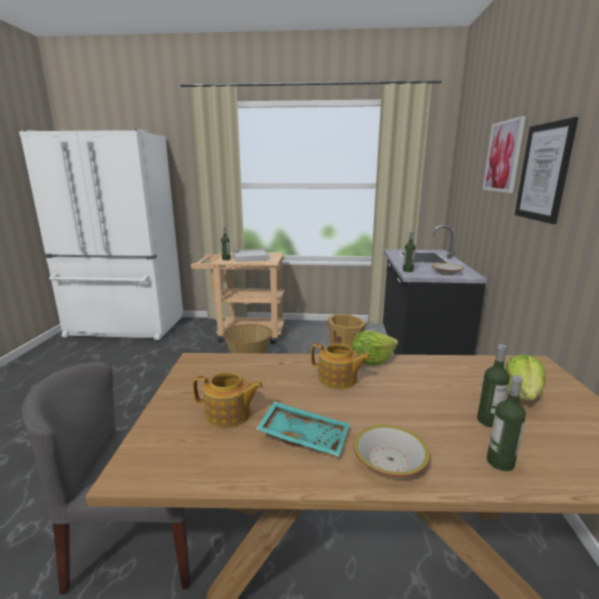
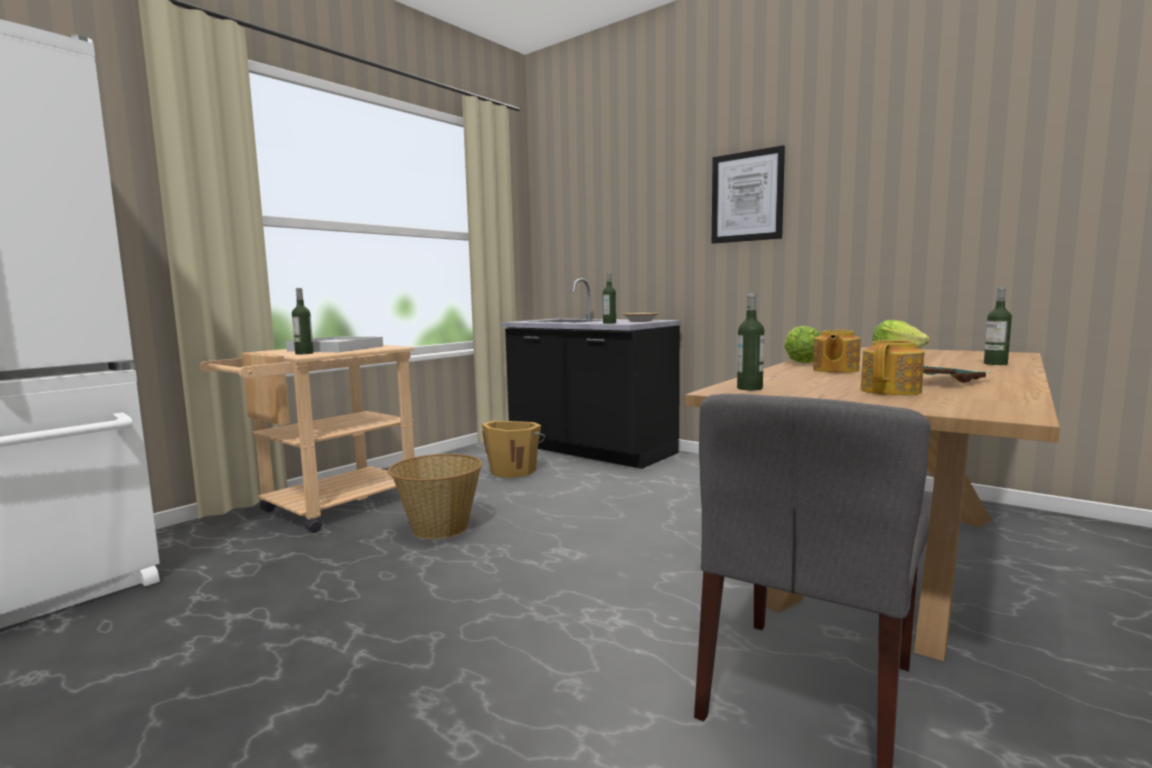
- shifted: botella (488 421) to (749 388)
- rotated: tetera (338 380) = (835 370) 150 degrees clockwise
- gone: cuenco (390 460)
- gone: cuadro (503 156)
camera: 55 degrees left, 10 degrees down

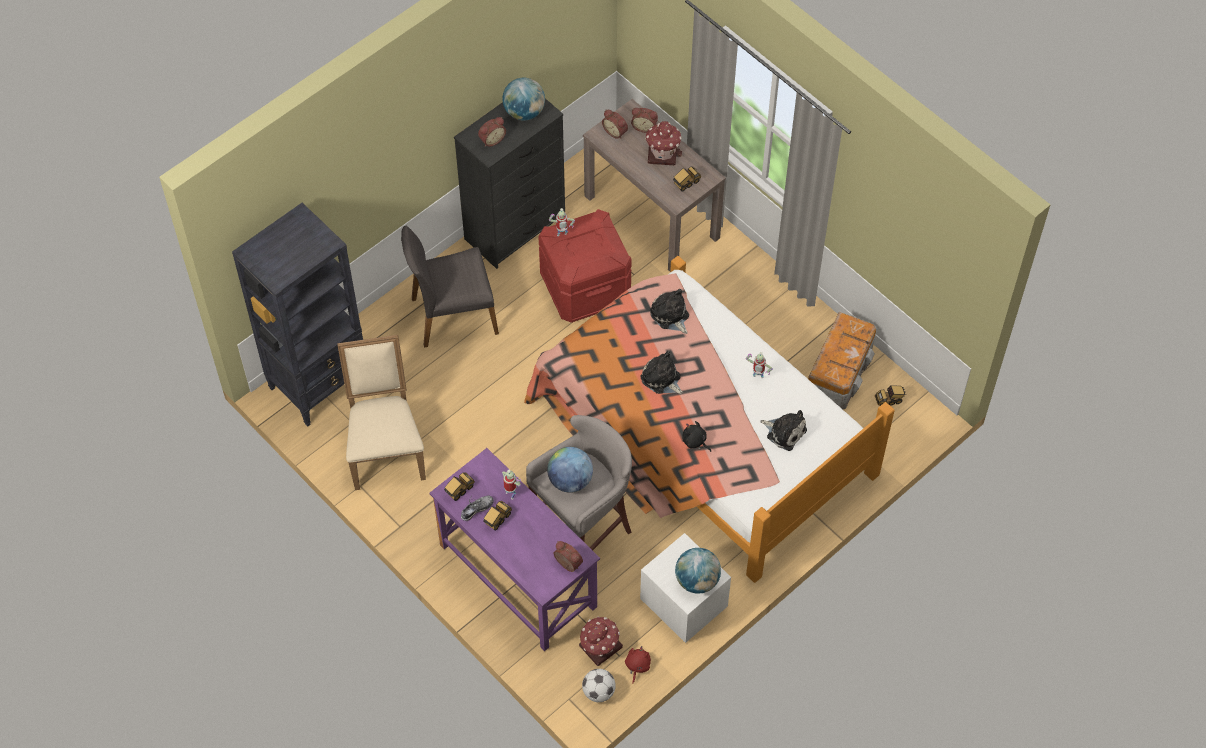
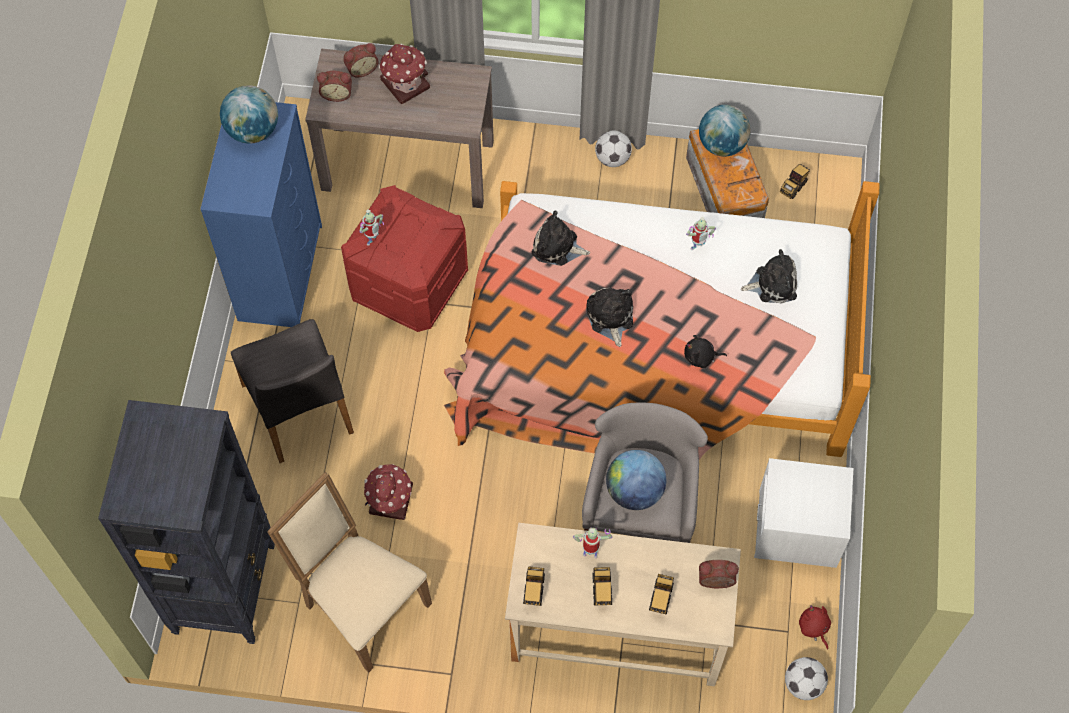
- repainted: cómoda (negro) (515 227) to cómoda (azul) (280 271)
- rotated: silla (gris) (453 315) = (299 408) 60 degrees counterclockwise
- shifted: casita (599 647) to (390 500)
- repainted: escritorio (morado) (517 576) to escritorio (beis) (617 631)
- rotated: peluche (662 379) = (610 318) 75 degrees clockwise
- new: balón de fútbol (612 158)
- shifted: camión de juguete (686 183) to (660 599)
- shifted: globo terráqueo (697 580) to (722 145)
- gone: zapato (477 509)
- gone: despertador (491 139)
camera: 40 degrees left, 5 degrees up

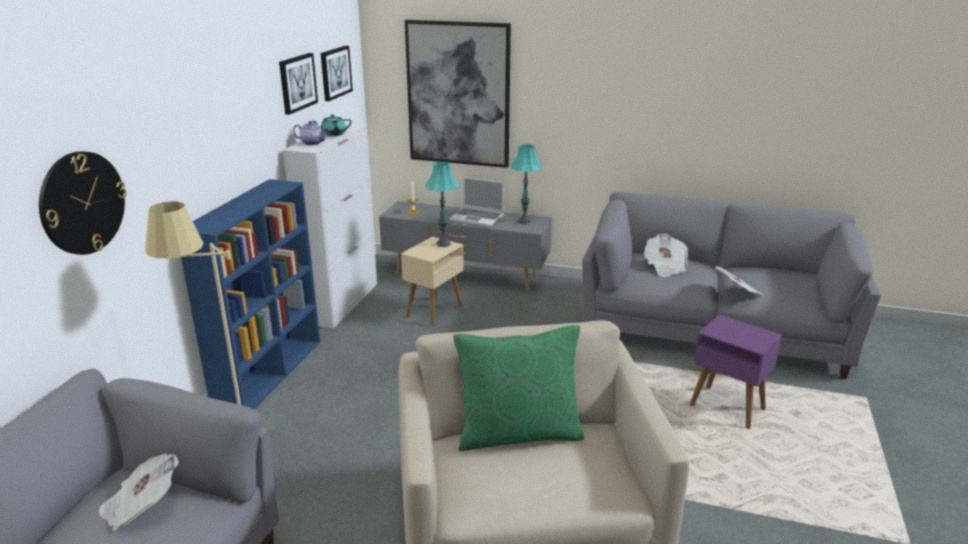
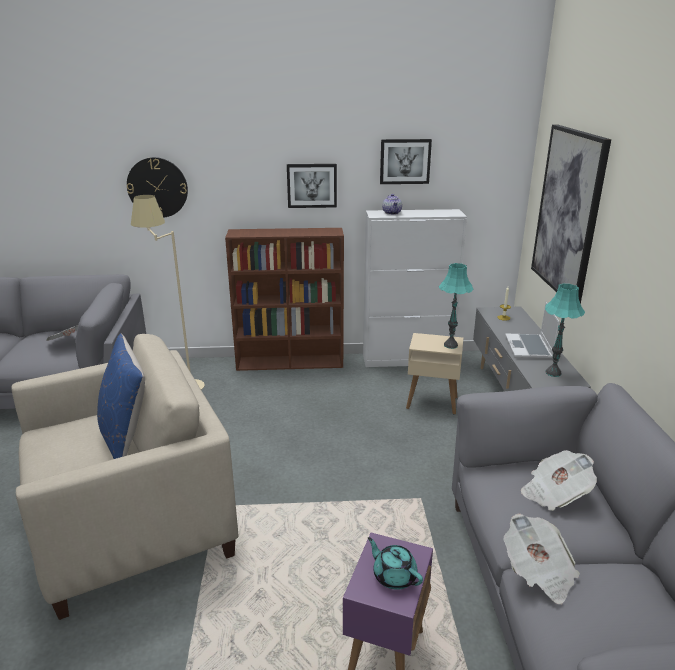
- repainted: cojín (verde) (518 433) to cojín (azul) (127 436)
- repainted: estantería (azul) (270 373) to estantería (marrón) (291 362)
- shifted: cuadro (335 72) to (312 185)
- shifted: tetera (turquesa) (333 134) to (394 576)
camera: 70 degrees right, 0 degrees up

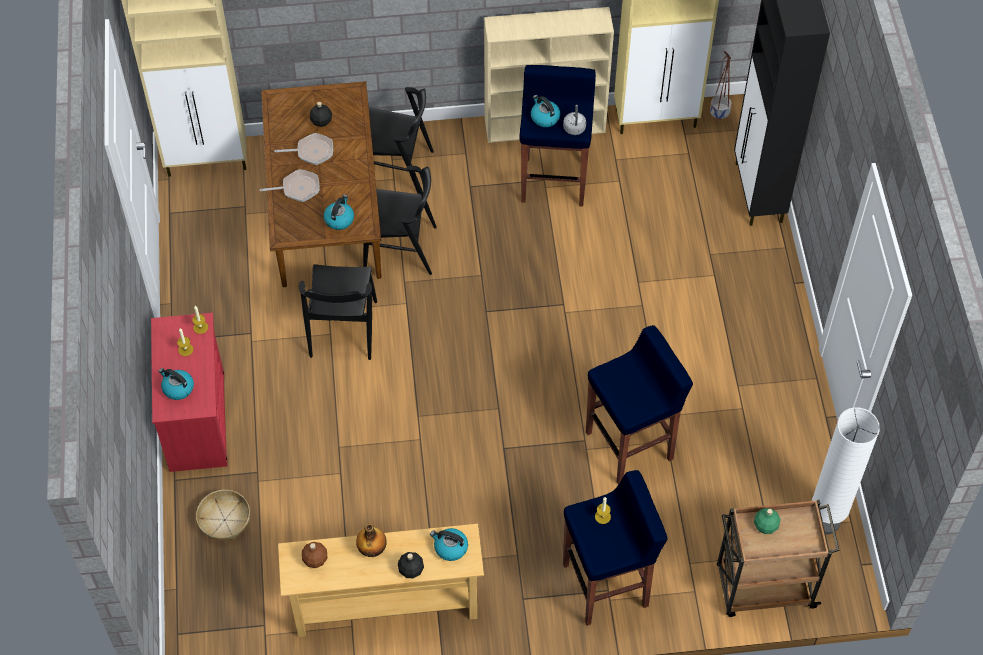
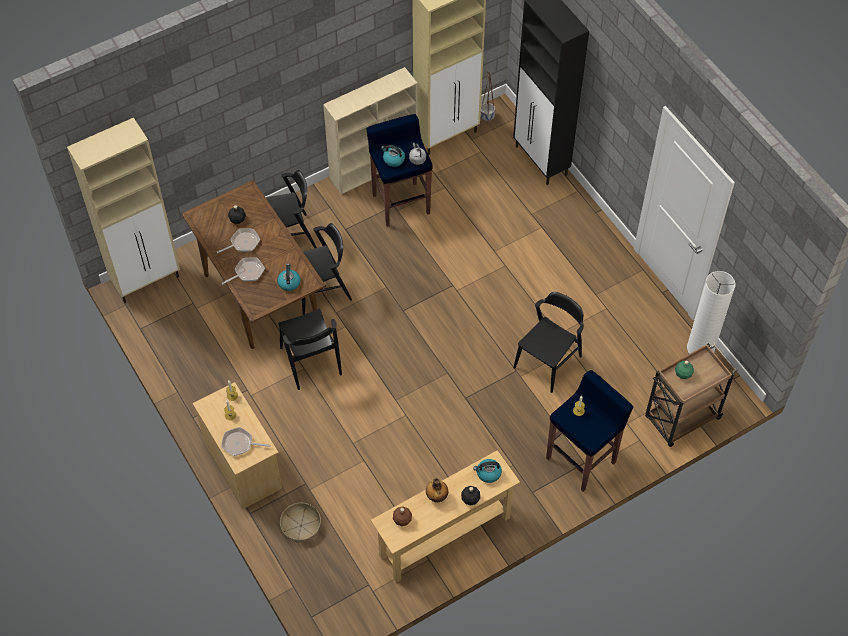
- repainted: cómoda (rojo) (197 420) to cómoda (beis) (243 465)
- swapped: hervidor (177 388) to sartén (240 444)
- swapped: taburete (azul) (630 445) to silla (negro) (548 362)
camera: 25 degrees left, 0 degrees up

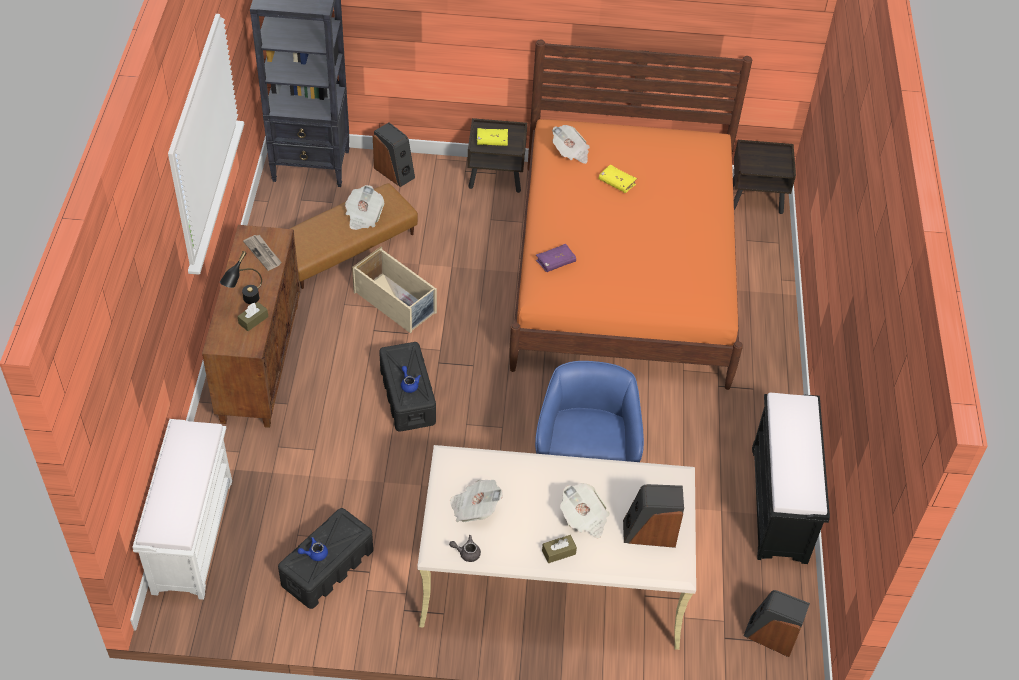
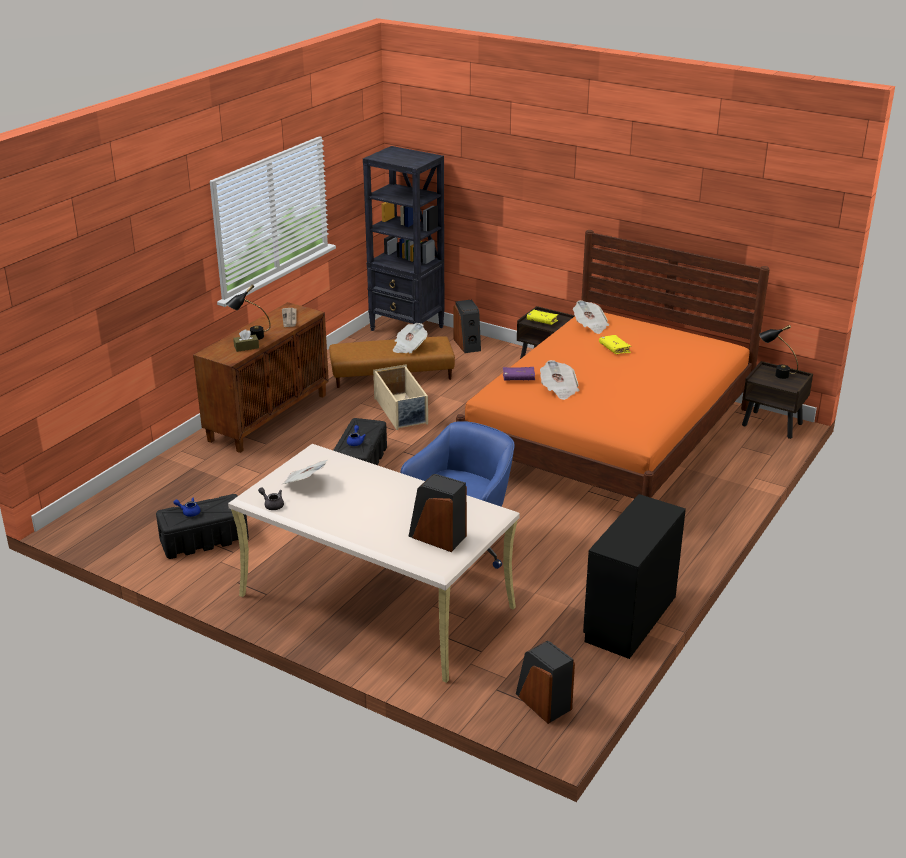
- shifted: periódico (584 518) to (559 390)
- swapped: banco (negro) (780 505) to cómoda (negro) (629 618)
- new: lámpara de mesa (negro) (775 374)
- gone: banco (blanco) (192 534)
- gone: caja de pañuelos (marrón) (558 552)
camera: 30 degrees right, 20 degrees down

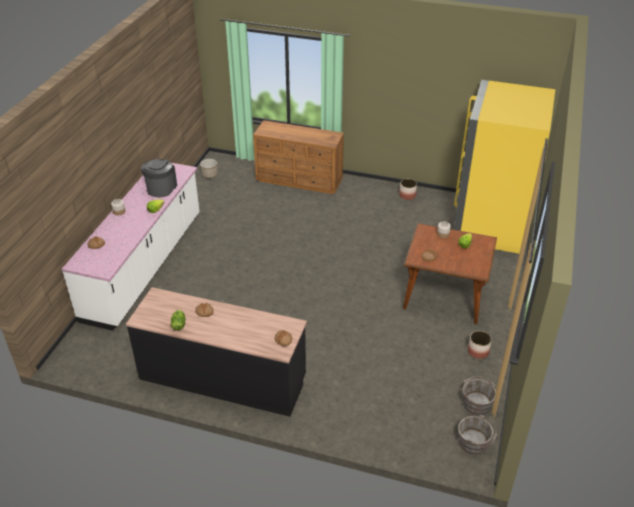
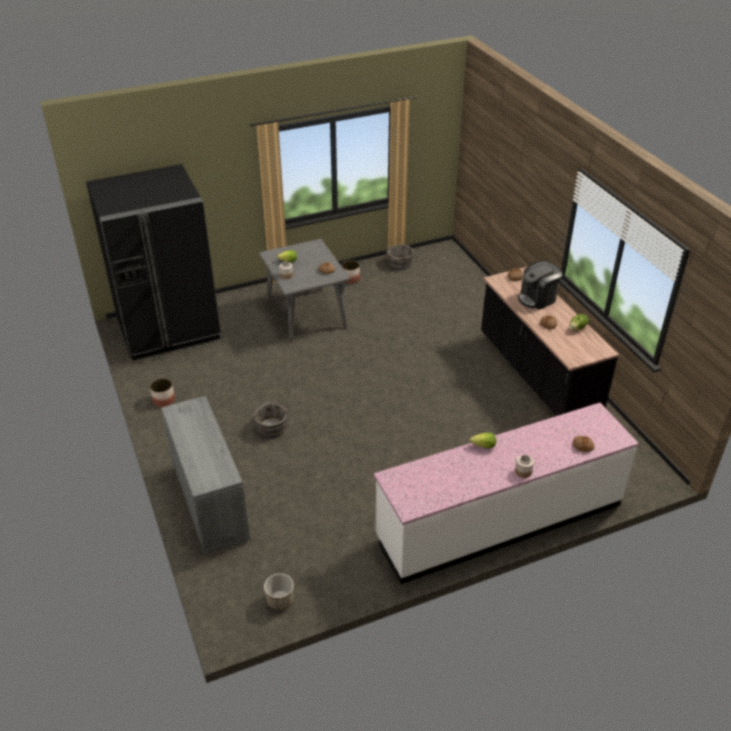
- repainted: nevera (amarillo) (491 224) to nevera (negro) (168 329)
- repainted: cómoda (marrón) (299 180) to cómoda (gris) (210 501)
- shifted: cubo (gris) (475 442) to (271 426)
- repainted: mesa de comedor (marrón) (444 296) to mesa de comedor (gris) (306 315)
- shifted: cafetera (161 188) to (537 298)
camera: 130 degrees left, 0 degrees up

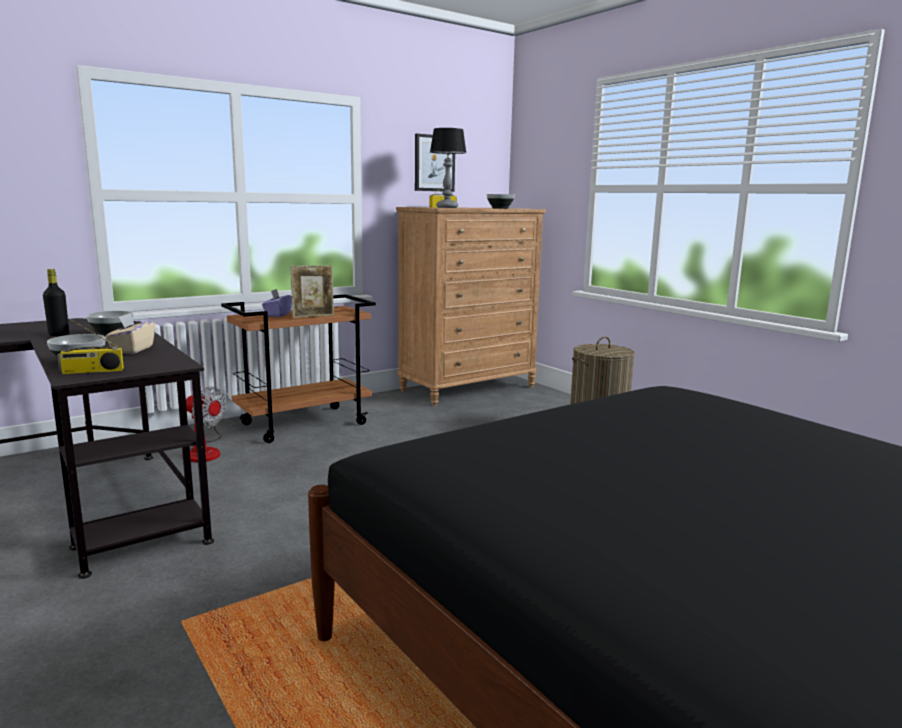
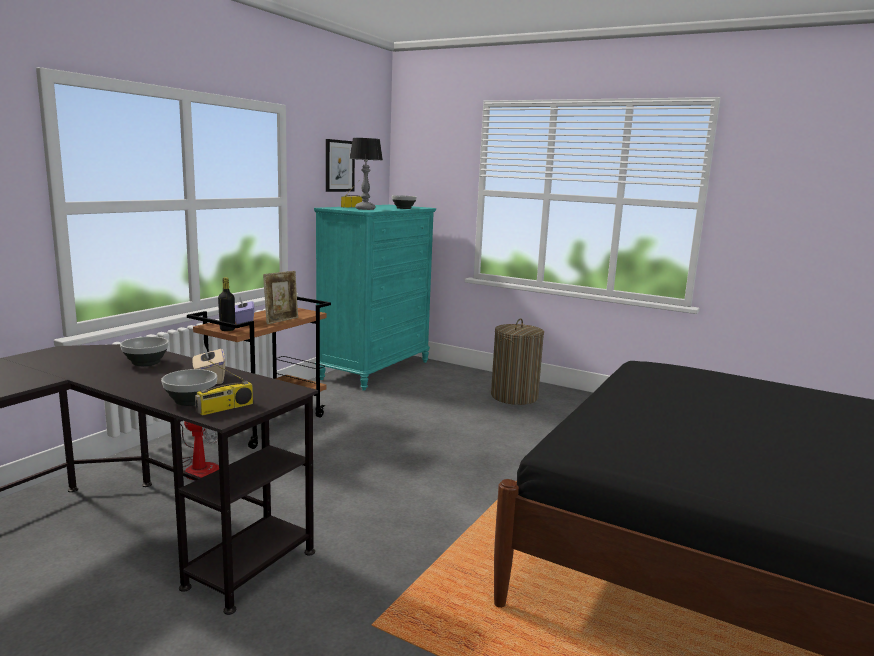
- shifted: botella (negro) (59 334) to (227 329)
- repainted: cómoda (marrón) (468 388) to cómoda (turquesa) (375 370)
camera: 25 degrees left, 0 degrees up

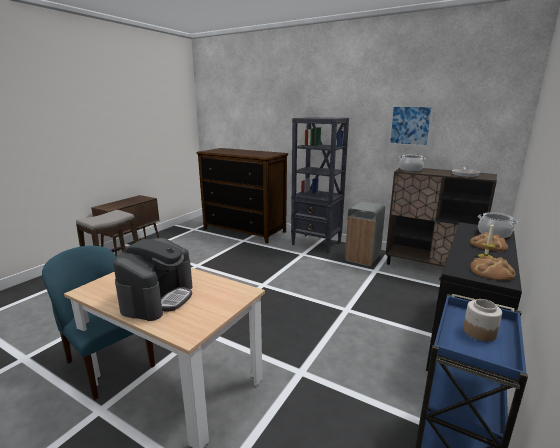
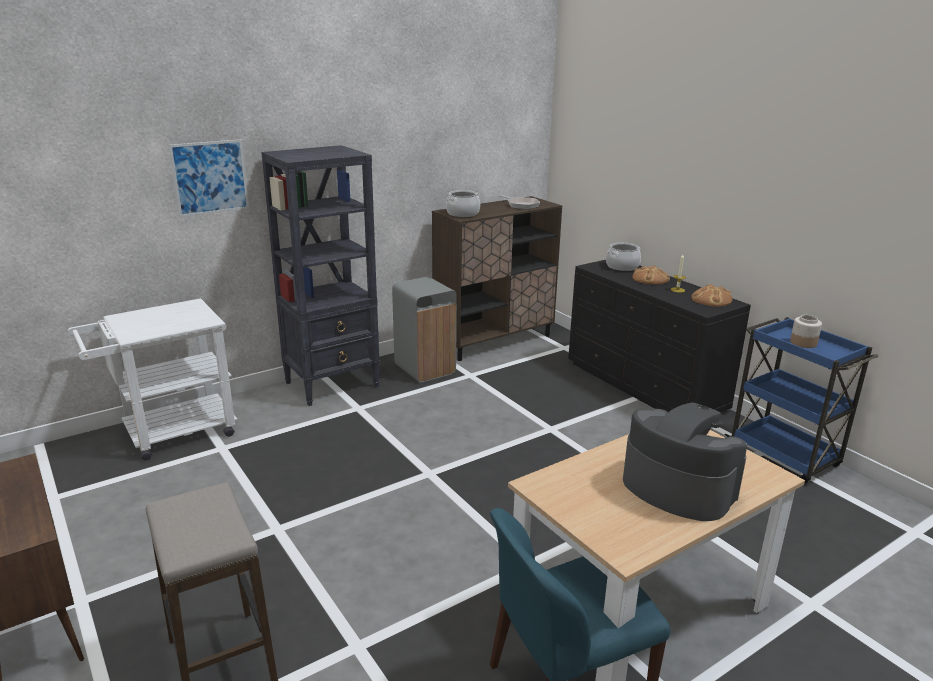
- swapped: cómoda (244 230) to carrito (blanco) (169 434)
- shifted: cuadro (410 125) to (210 177)
camera: 65 degrees left, 5 degrees up

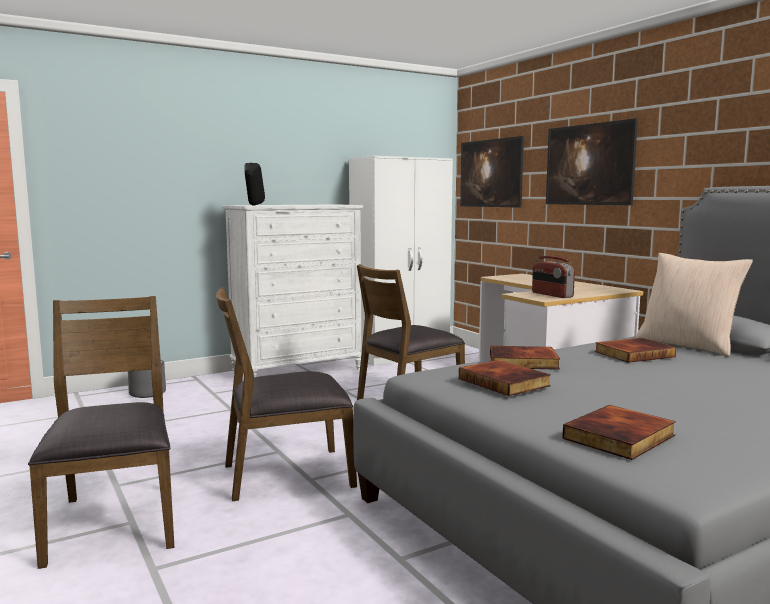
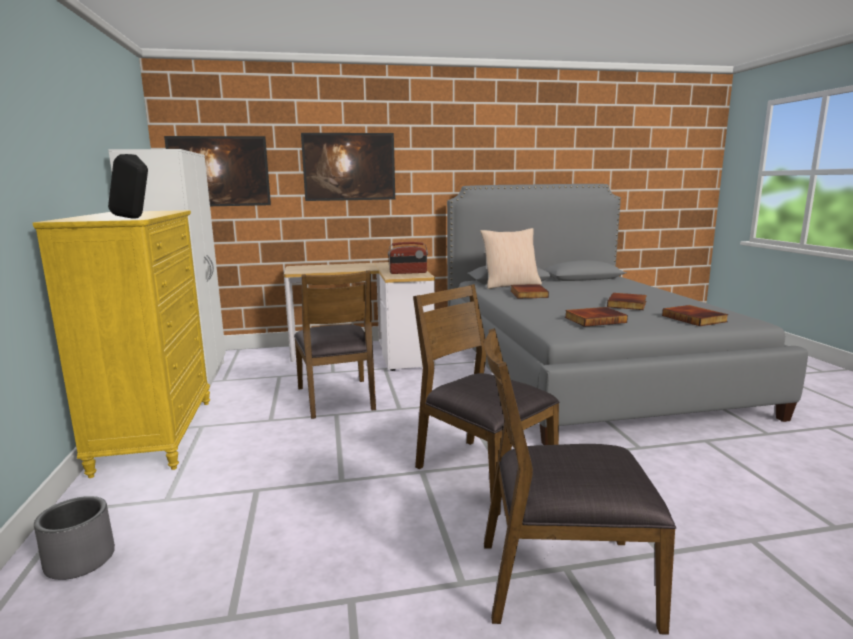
- repainted: cómoda (blanco) (297 370) to cómoda (amarillo) (156 435)
- rotated: silla (marrón) (287 474) = (482 472) 135 degrees clockwise
- shifted: libro (522 362) to (628 304)
camera: 70 degrees left, 5 degrees up

